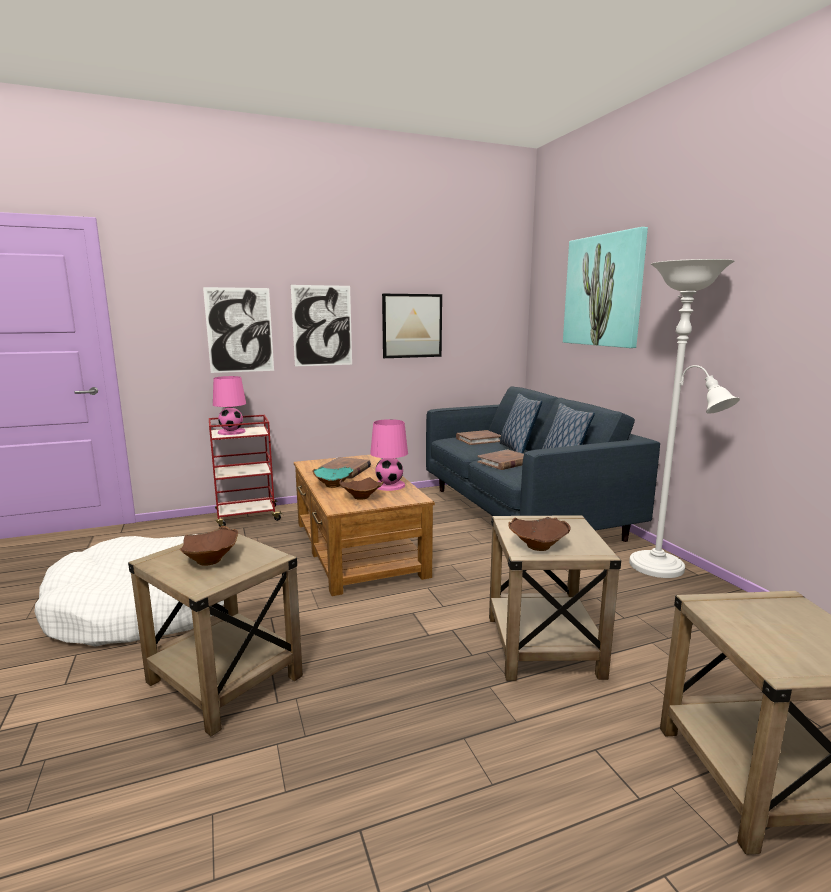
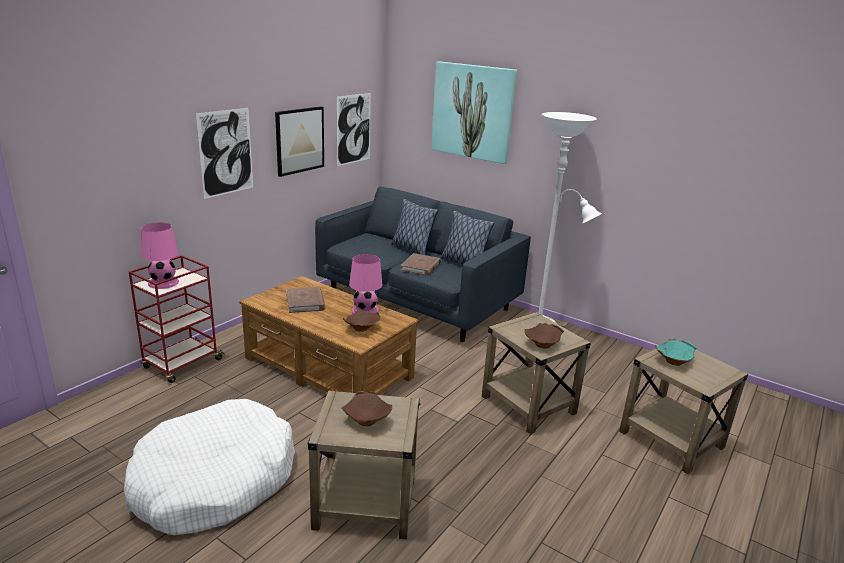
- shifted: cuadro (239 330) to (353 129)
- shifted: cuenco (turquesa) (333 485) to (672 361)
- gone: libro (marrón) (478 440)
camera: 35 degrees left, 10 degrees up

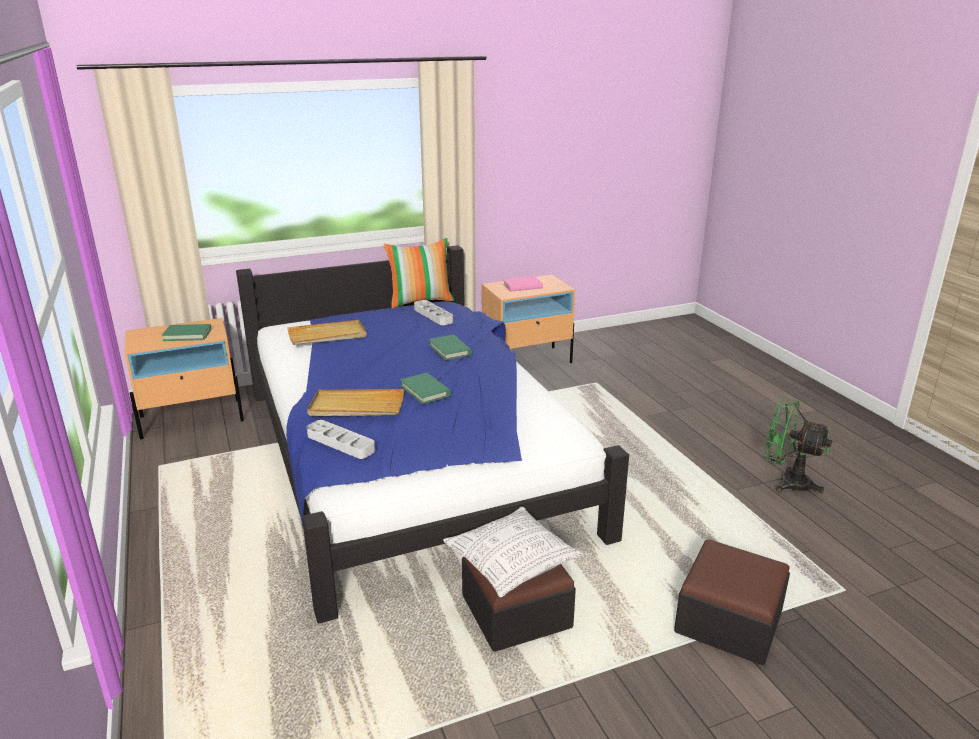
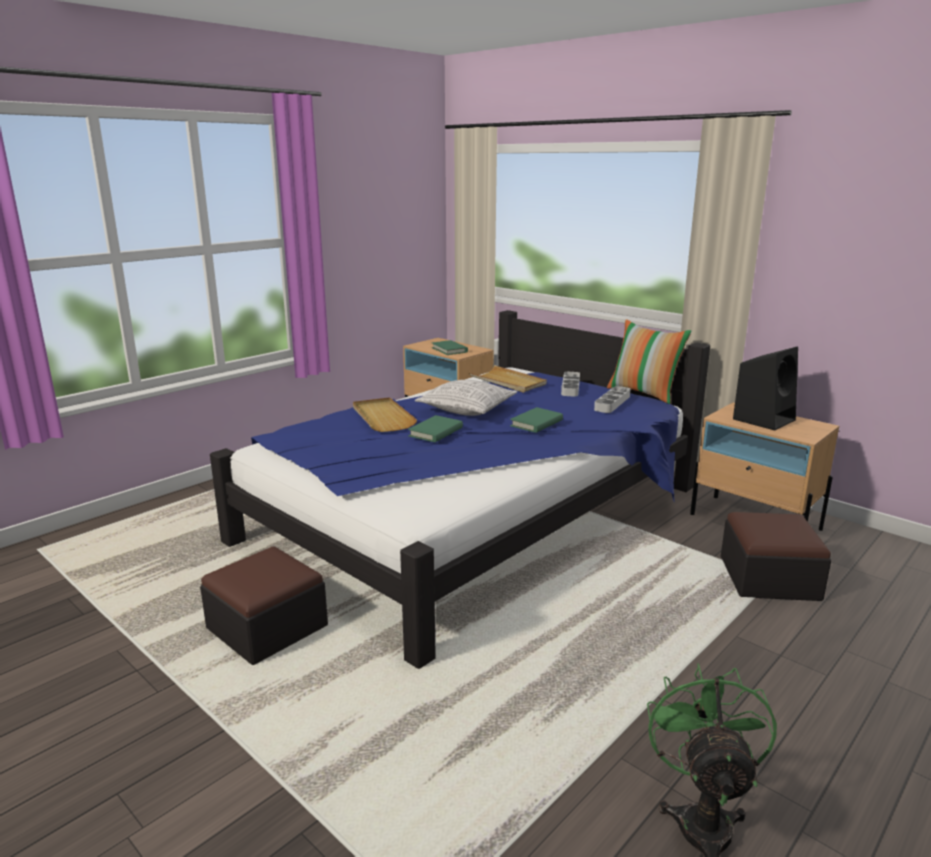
- shifted: cojín (512 562) to (467 409)
- shifted: bandeja (gris) (340 443) to (570 387)
- shifted: puf (728 621) to (769 578)
- swapped: libro (rosa) (522 286) to altavoz (negro) (764 419)
camera: 65 degrees right, 5 degrees down

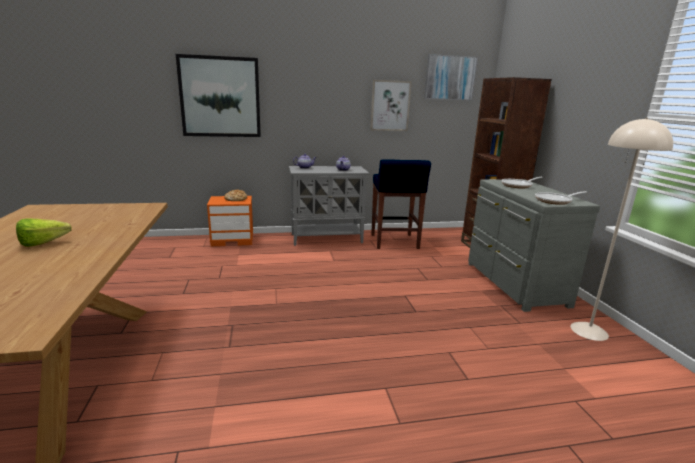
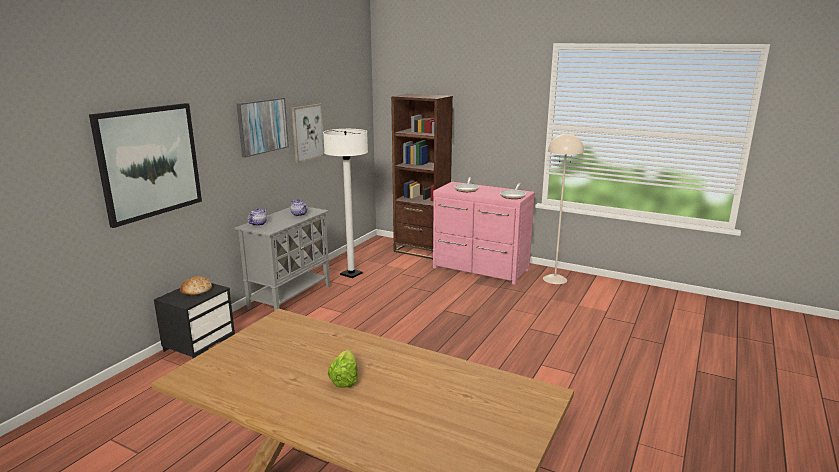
- repainted: mesita de noche (naranja) (233 239) to mesita de noche (negro) (199 344)
- shifted: cuadro (450 78) to (262 126)
- swapped: taburete (azul) (394 242) to lámpara de pie (blanco) (351 274)
- repainted: cómoda (gris) (513 284) to cómoda (rosa) (480 269)
camera: 50 degrees left, 0 degrees up

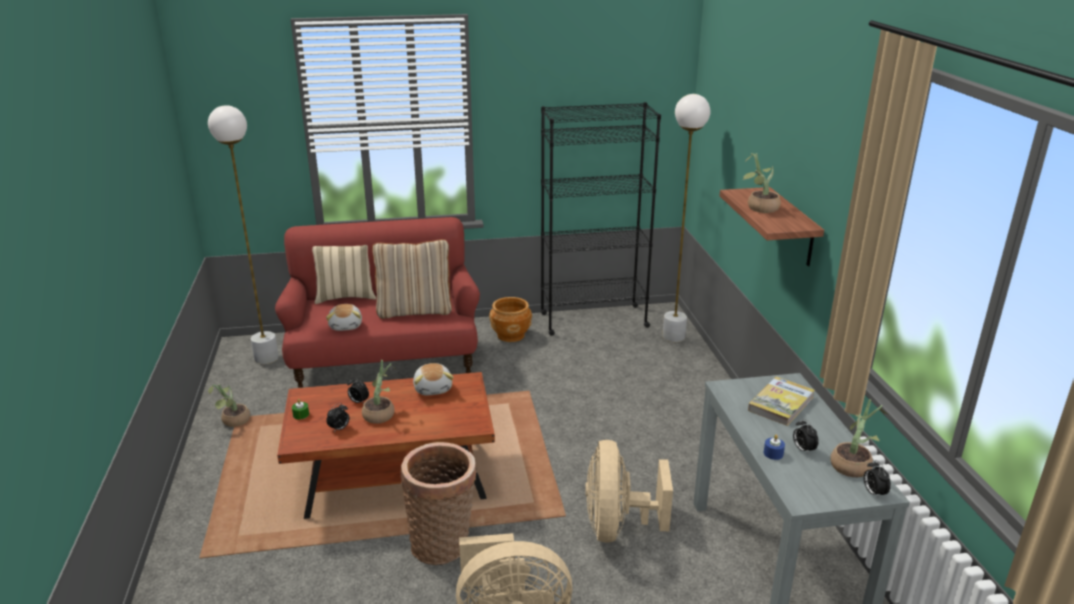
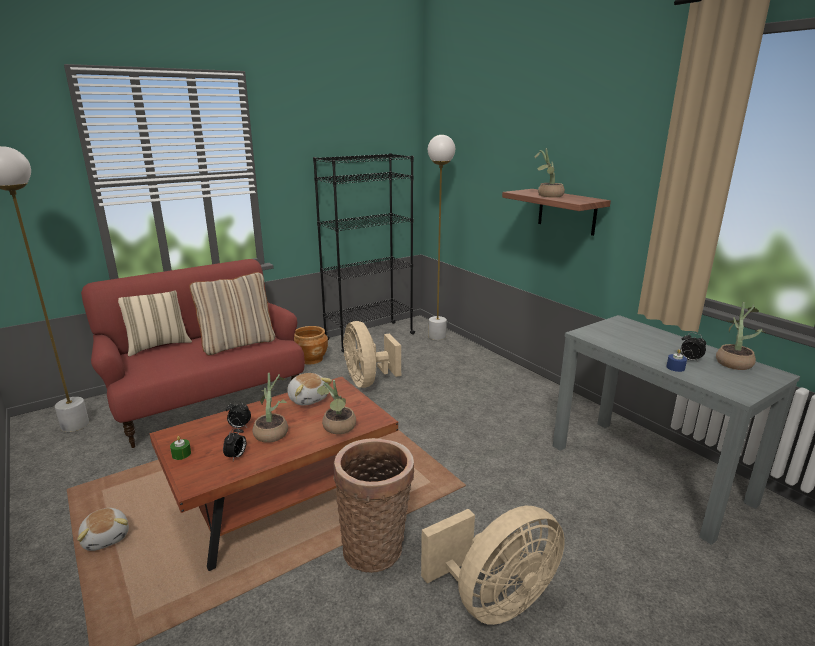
- shifted: peluche (346 326) to (107 537)
- shifted: planta en maceta (233 422) to (338 429)
- shifted: ventilador (beis) (617 527) to (368 381)
- gone: libro (781 403)
- gone: despertador (873 493)
camera: 25 degrees left, 5 degrees down

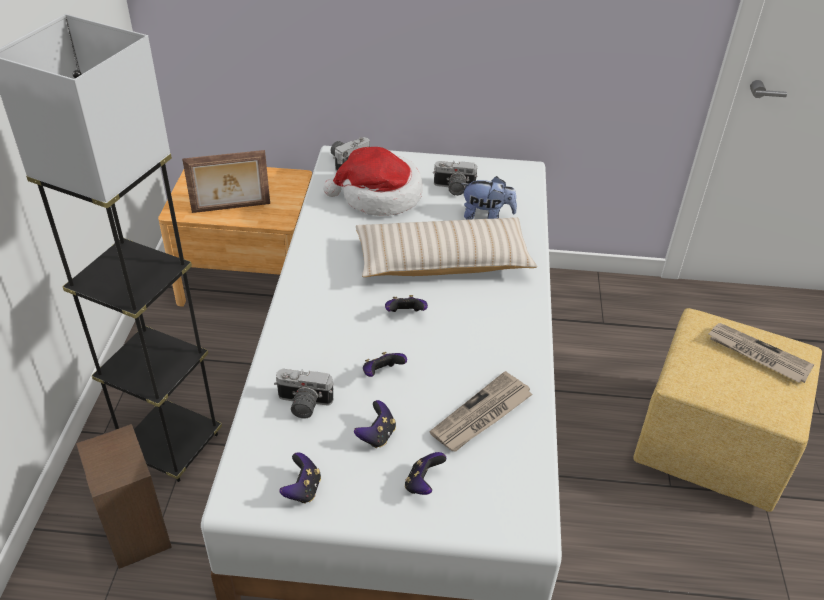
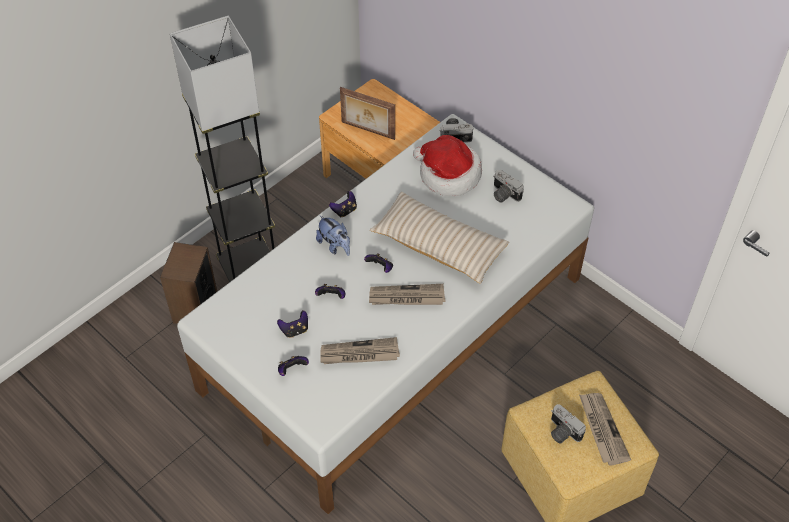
- shifted: peluche (487 216) to (335 246)
- shifted: mando de consola (302 489) to (344 211)
- new: periódico (406 297)
- shifted: cámara (303 405) to (561 432)
camera: 40 degrees right, 10 degrees up

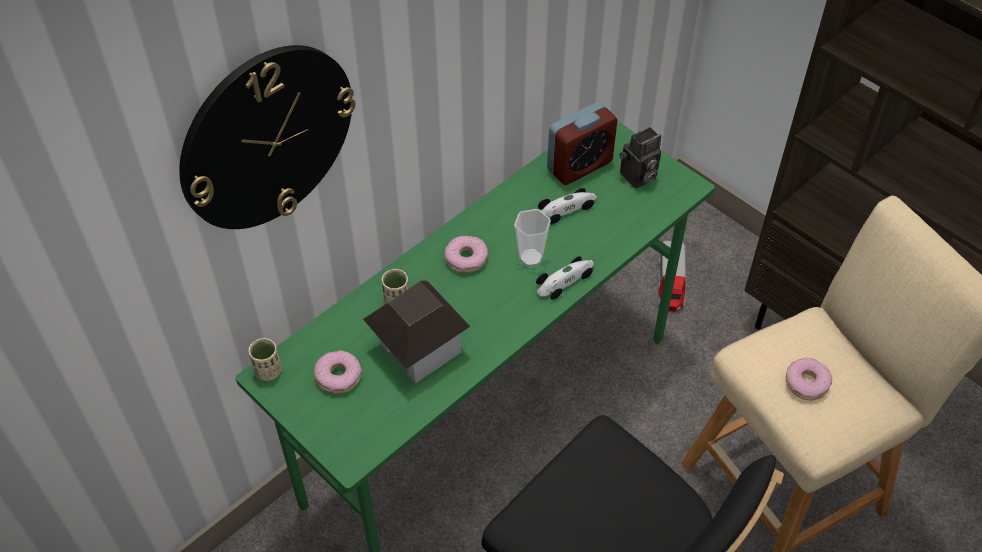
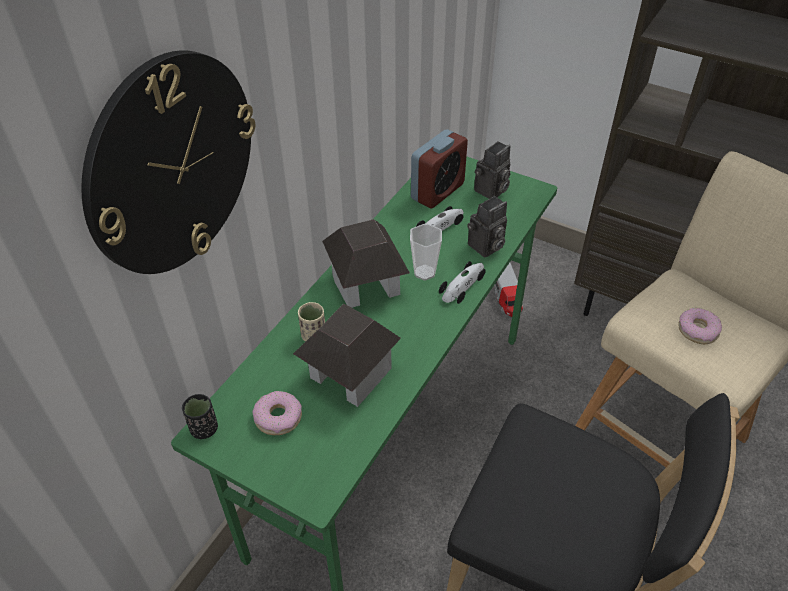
- repainted: taza (beis) (268 371) to taza (negro) (204 429)
- swapped: rosquilla (466 258) to casita (366 285)
- new: cámara (485 247)
camera: 15 degrees left, 5 degrees down

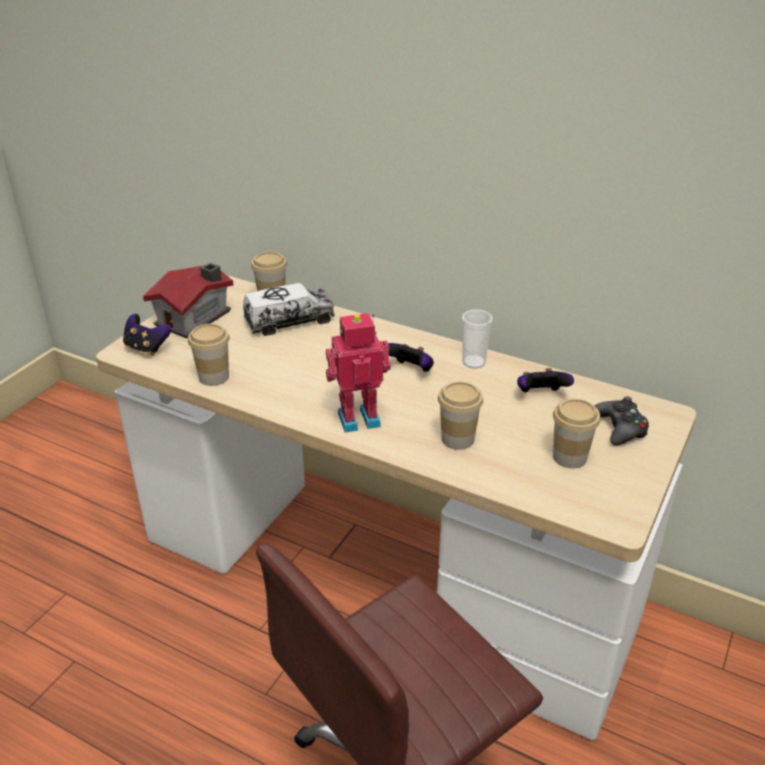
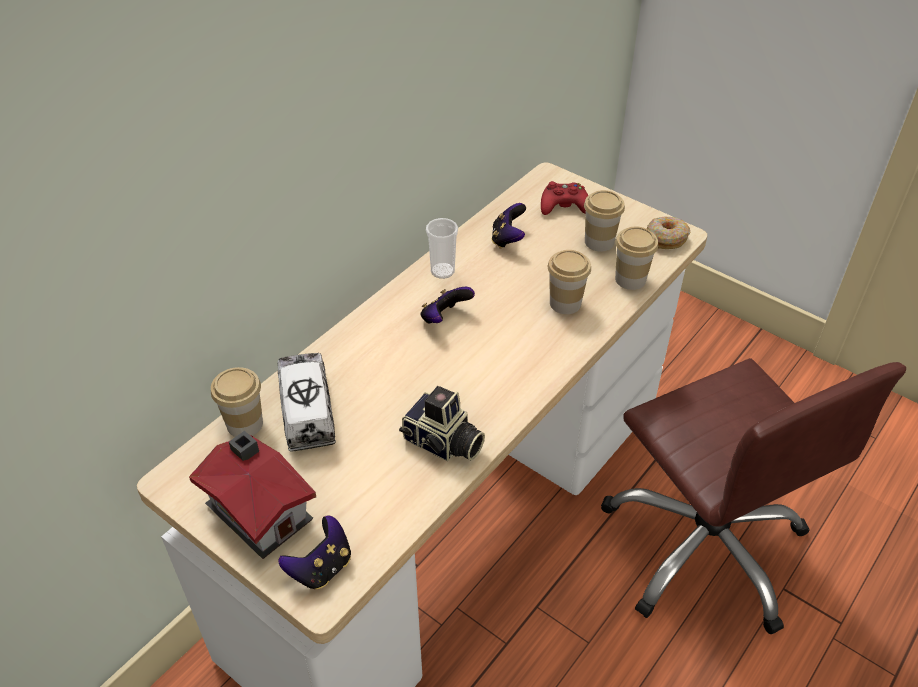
- new: cámara (443 444)
- repainted: mando de consola (negro) (620 428) to mando de consola (rojo) (564 206)
- shifted: taza (214 377) to (630 279)
- new: rosquilla (666 238)
- gone: robot de juguete (358 417)
camera: 80 degrees left, 10 degrees up

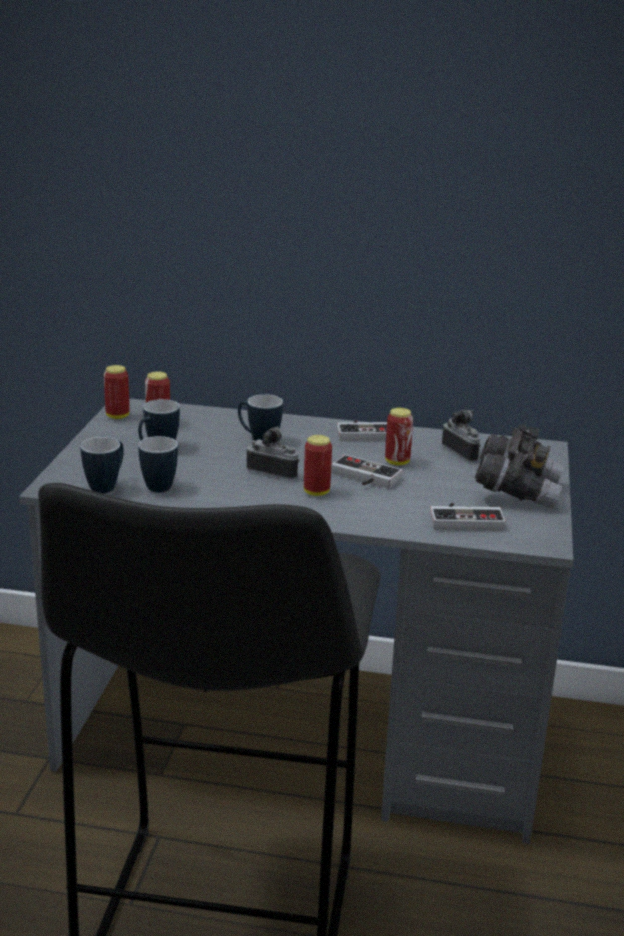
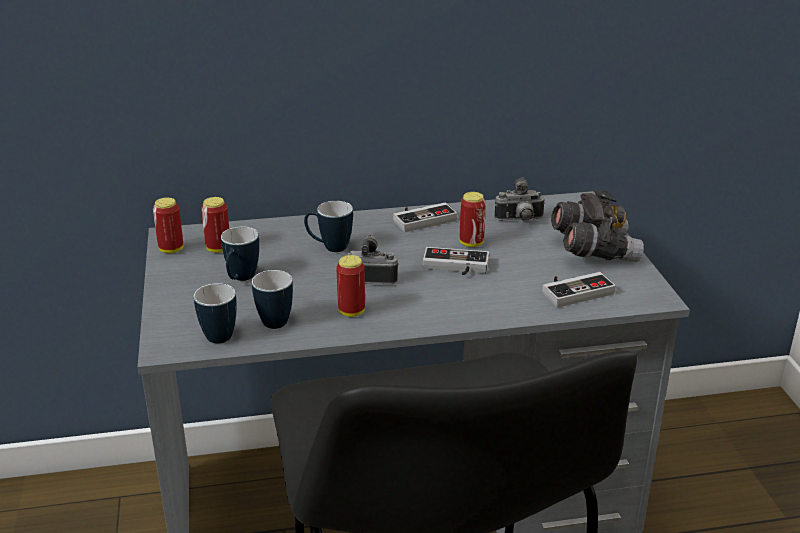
- shifted: lata (316 492) to (351 311)
- rotated: cámara (464 452) = (519 220) 135 degrees clockwise
camera: 20 degrees left, 5 degrees up

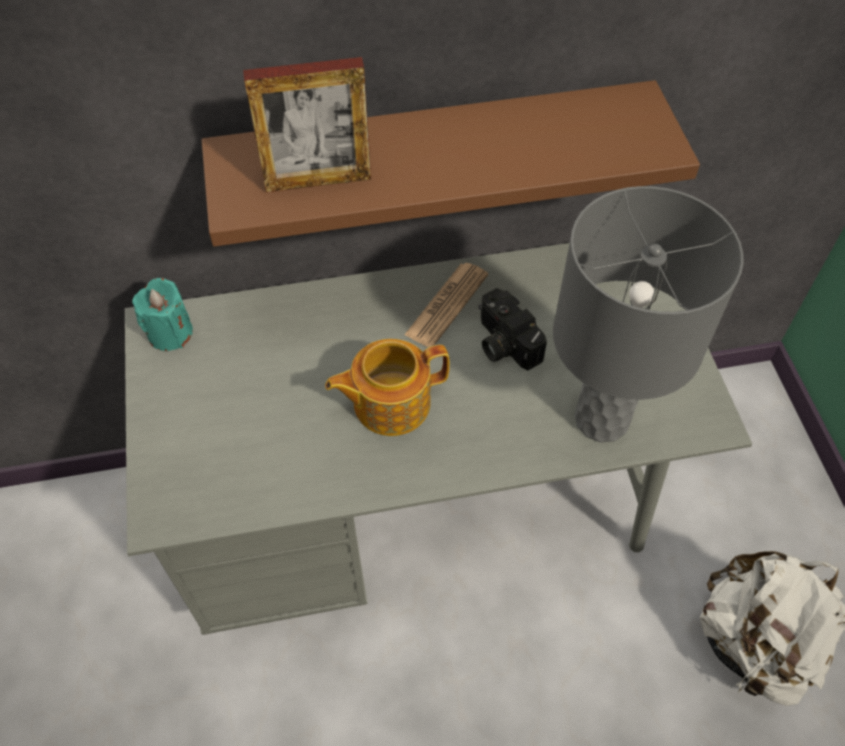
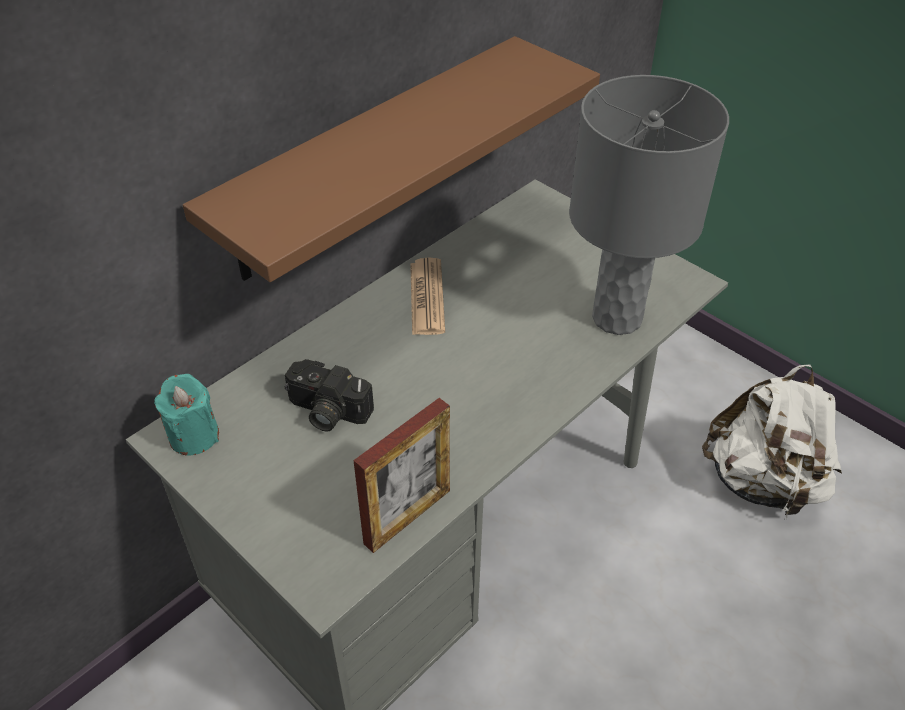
- shifted: cámara (503 343) to (326 412)
- shifted: portarretratos (318 180) to (407 517)
- gone: tetera (389 402)
camera: 35 degrees left, 10 degrees down

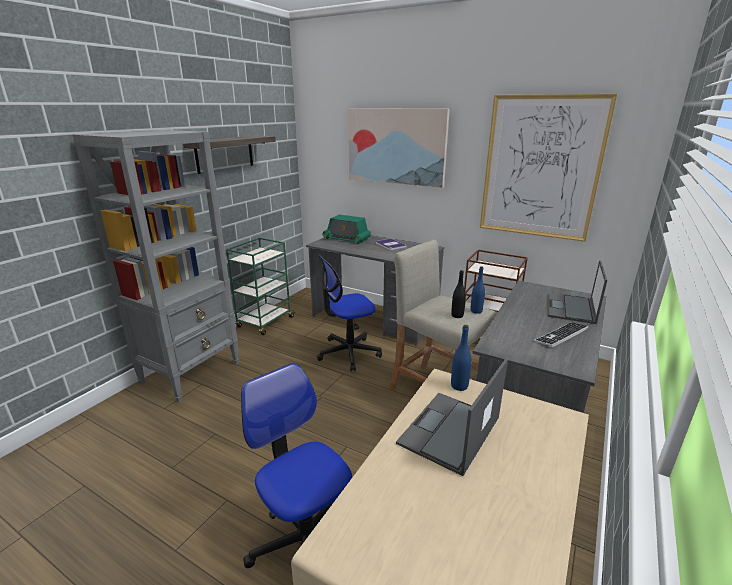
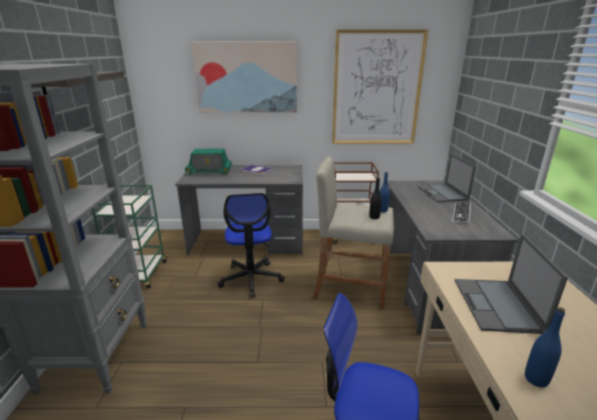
- rotated: silla de oficina (348 352) = (251 279) 45 degrees counterclockwise
- shifted: botella (azul) (459 386) to (536 379)
camera: 30 degrees left, 0 degrees up

